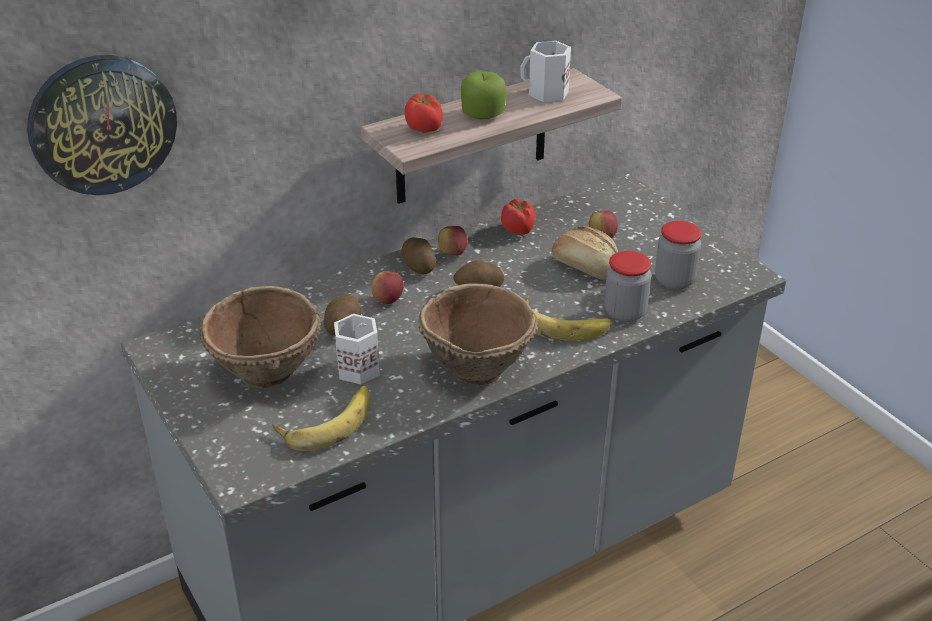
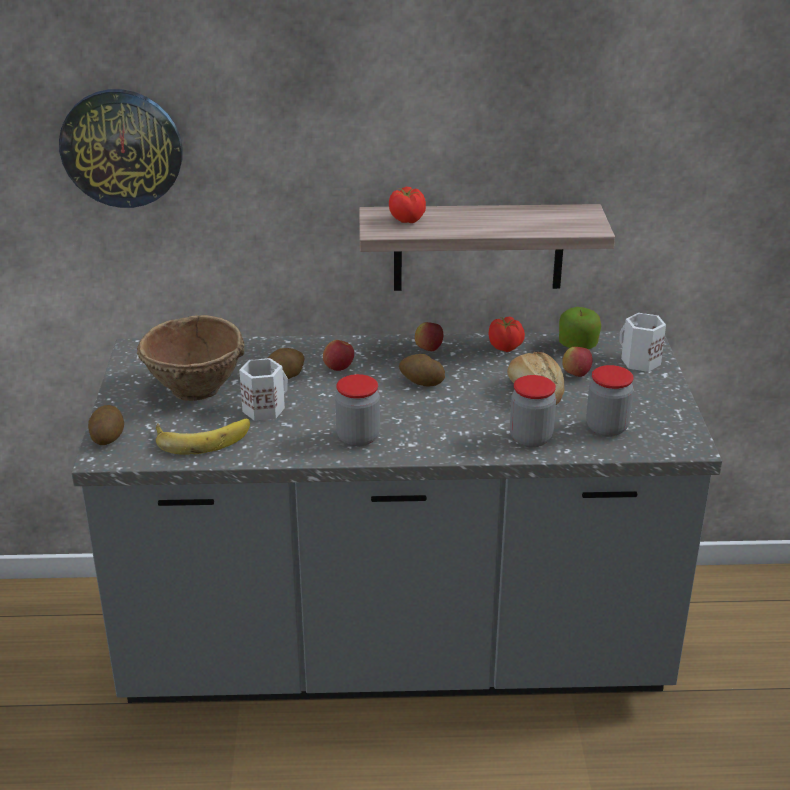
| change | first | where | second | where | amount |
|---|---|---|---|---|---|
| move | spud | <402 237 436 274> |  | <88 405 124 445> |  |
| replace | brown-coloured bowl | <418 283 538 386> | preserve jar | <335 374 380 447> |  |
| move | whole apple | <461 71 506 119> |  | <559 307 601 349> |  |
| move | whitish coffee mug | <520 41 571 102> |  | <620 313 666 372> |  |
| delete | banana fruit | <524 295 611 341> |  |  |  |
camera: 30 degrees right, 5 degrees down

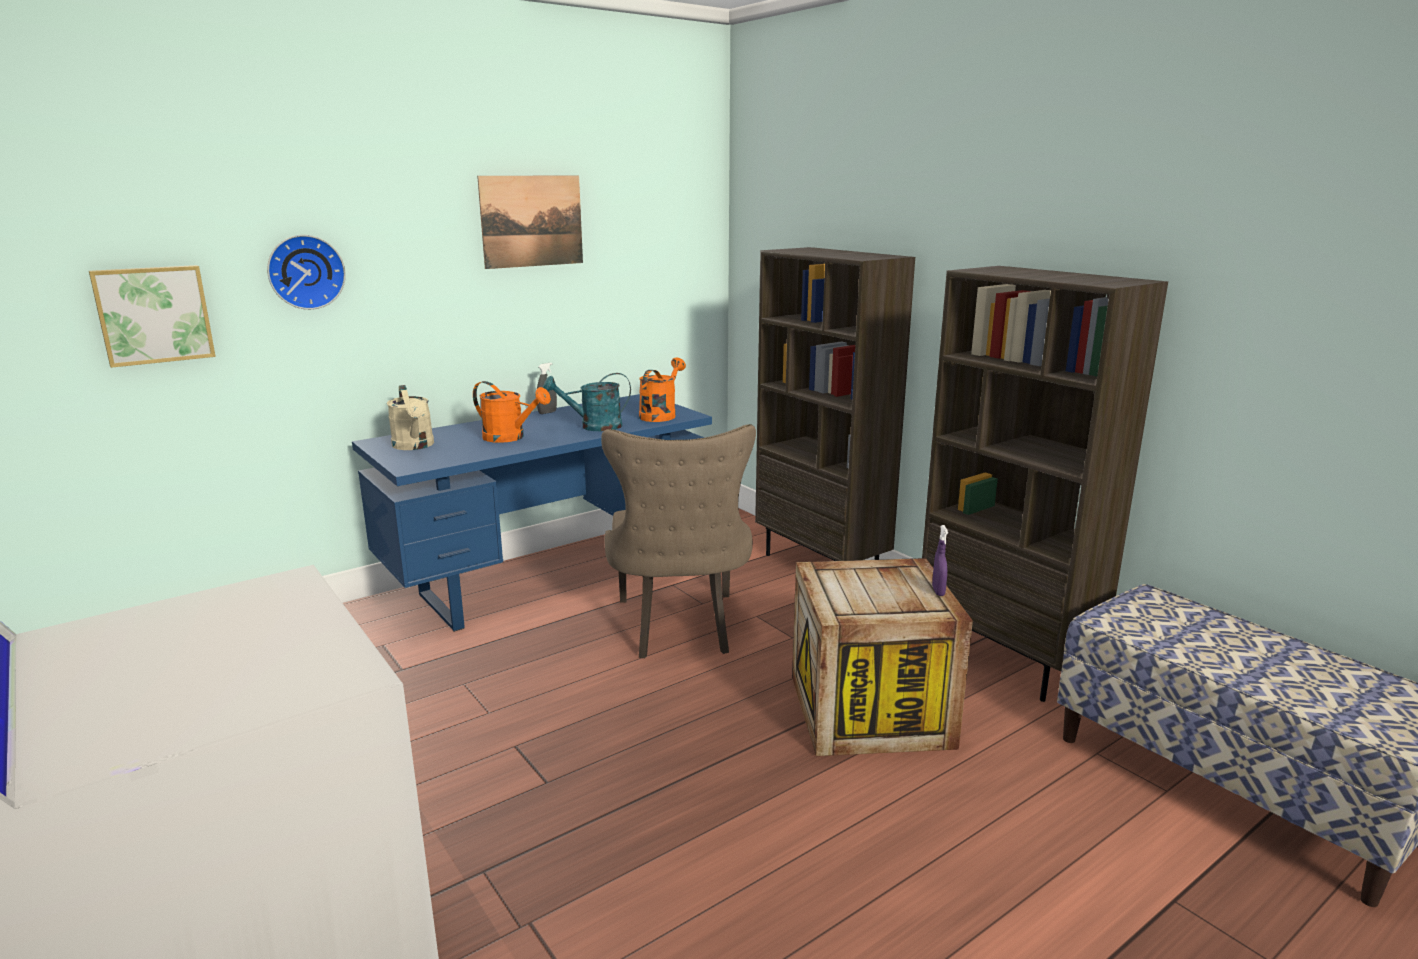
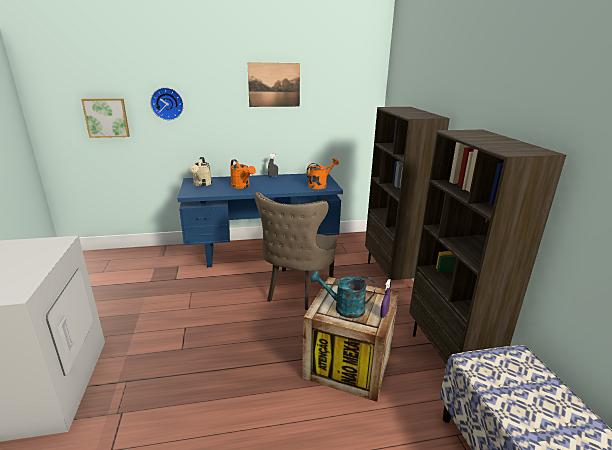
| change | first | where | second | where | amount |
|---|---|---|---|---|---|
| move | turquoise-coloured watering can | <543 373 631 431> |  | <310 270 375 319> |  |
camera: 25 degrees right, 5 degrees up

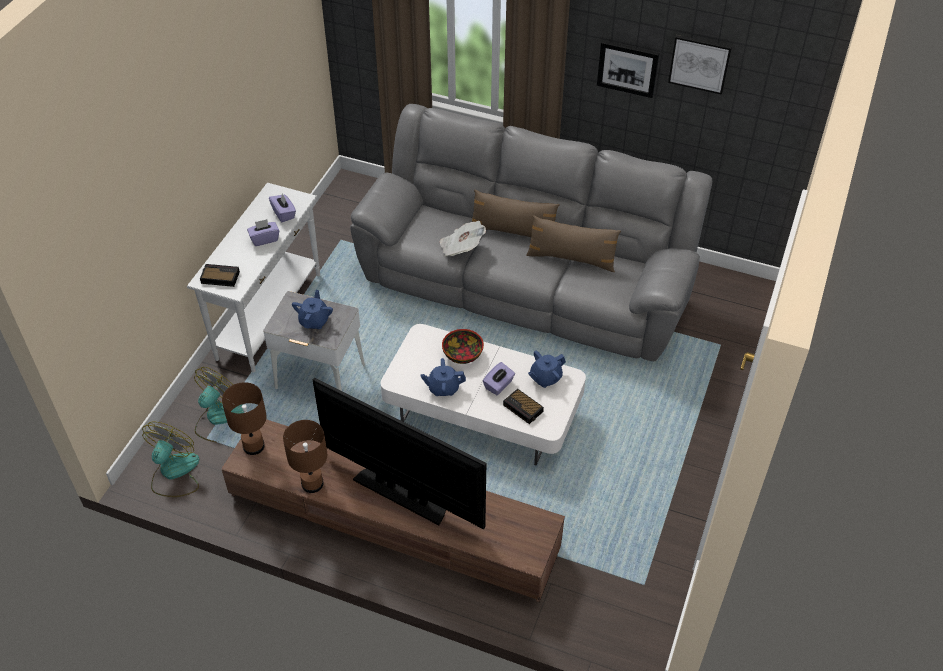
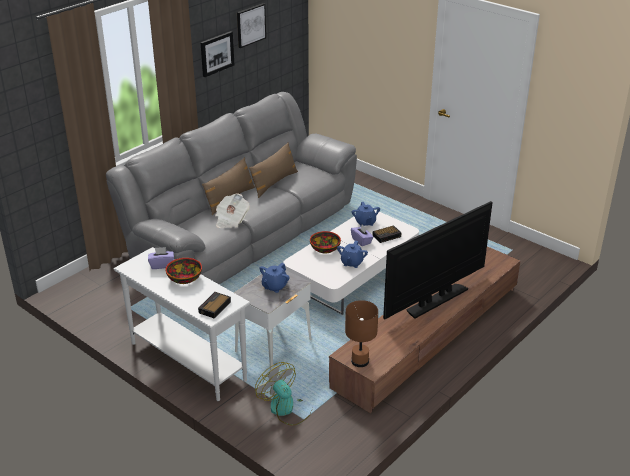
| change | first | where | second | where | amount |
|---|---|---|---|---|---|
| replace | purple box of tissues | <247 219 279 246> | bowl | <165 258 202 284> |  |
| rotate | blue-coloured pot for tea | <292 290 333 329> |  | <259 263 289 293> | 90 degrees counterclockwise |
| delete | electric fan | <142 422 200 497> |  |  |  |
| delete | brown-coloured table lamp | <283 420 327 493> |  |  |  |
camera: 70 degrees left, 15 degrees down

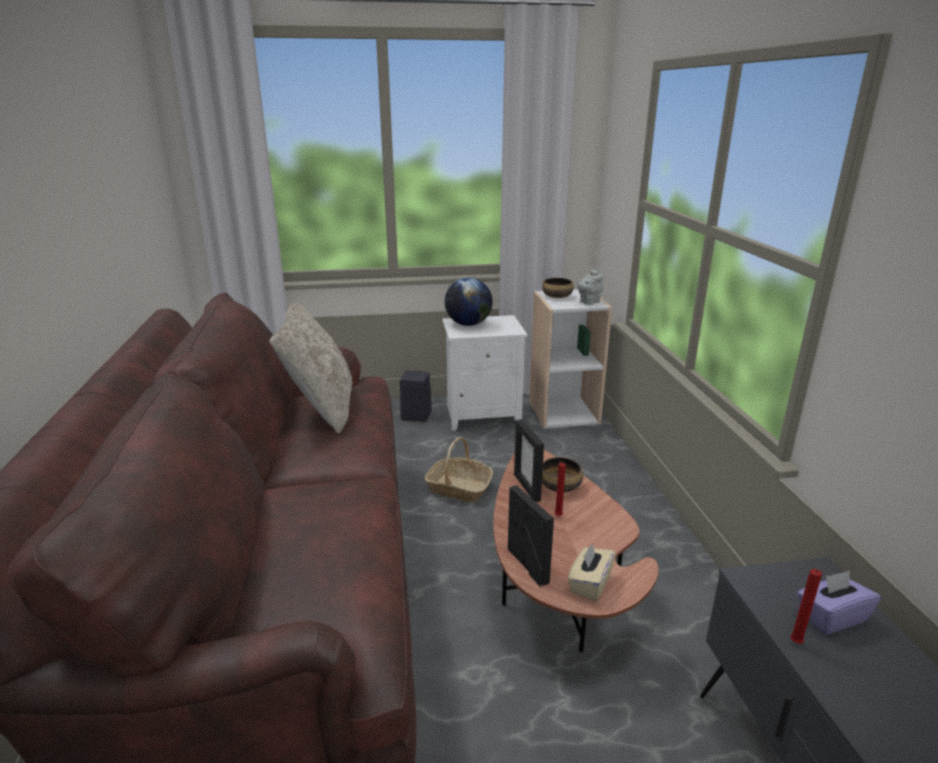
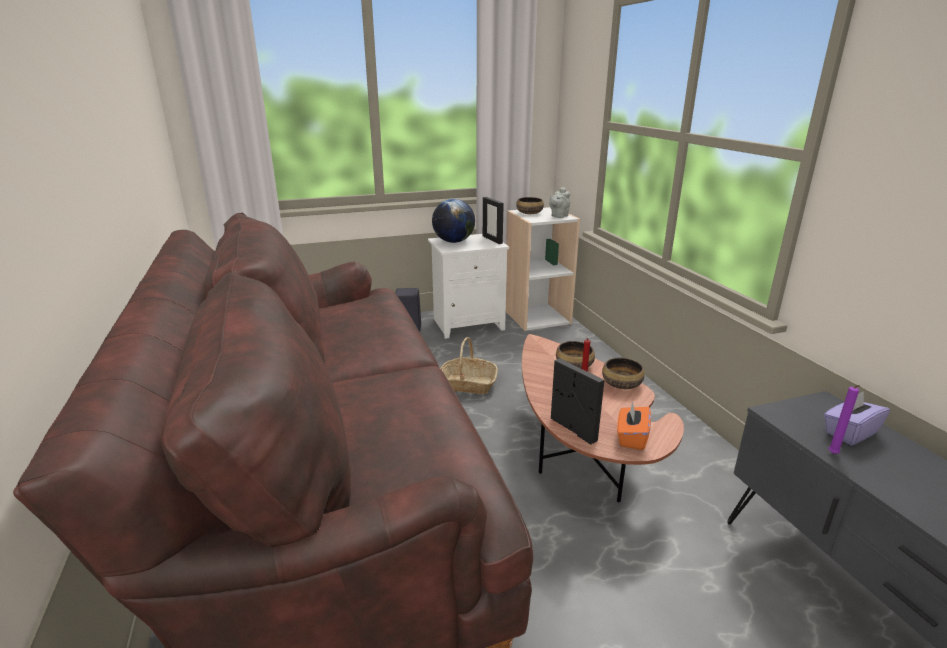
| change | first | where | second | where | amount |
|---|---|---|---|---|---|
| move | picture frame | <514 419 544 502> |  | <483 197 504 244> |  |
| insert |  |  | bowl | <602 358 645 389> |  |
| recolor | beige box of tissues | <568 543 616 601> | orangey box of tissues | <617 401 651 450> |  |
| recolor | reddish candle | <790 569 822 644> | purple candle | <828 385 860 454> |  |
| delete | beige throw pillow | <270 303 352 433> |  |  |  |
camera: 10 degrees left, 0 degrees up

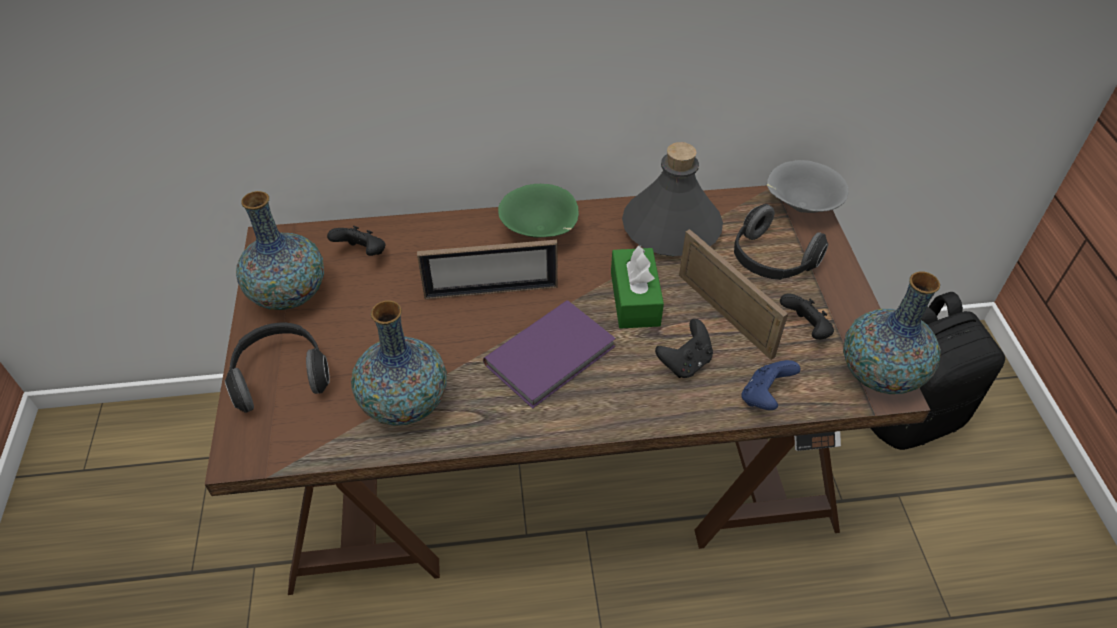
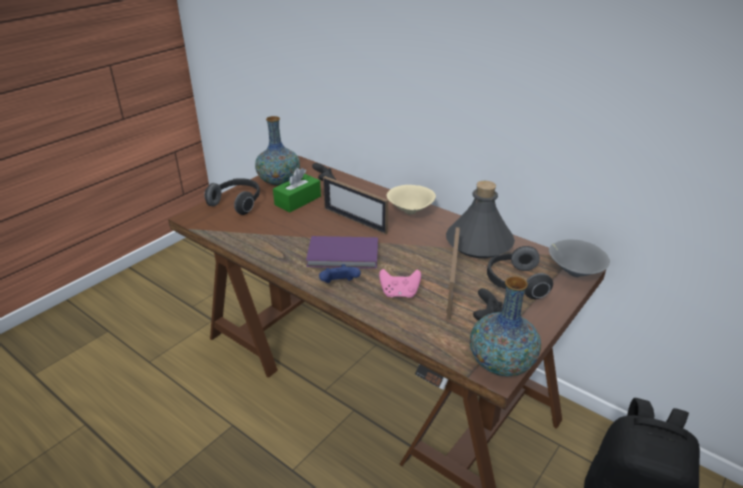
| change | first | where | second | where | amount |
|---|---|---|---|---|---|
| move | green box of tissues | <611 245 664 329> |  | <273 168 321 212> |  |
| move | blue-coloured gamepad | <741 360 801 410> |  | <319 264 361 283> |  |
| recolor | black gamepad | <655 319 713 378> | pink-coloured gamepad | <379 269 421 298> |  |
| recolor | green bowl | <498 184 579 238> | beige bowl | <387 185 436 215> |  |
| delete | decorative vase | <351 300 447 426> |  |  |  |
camera: 45 degrees right, 15 degrees down

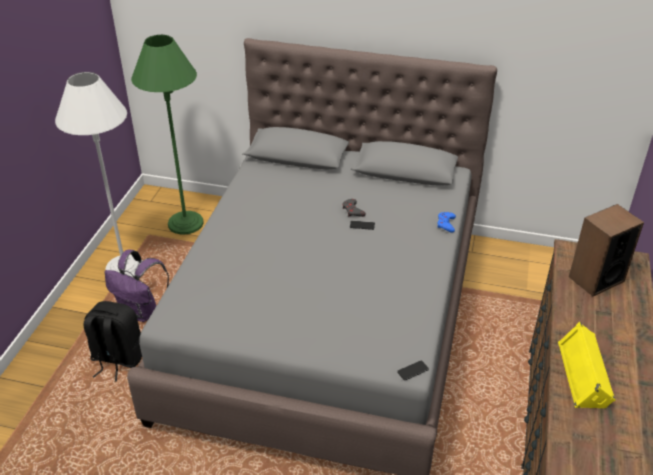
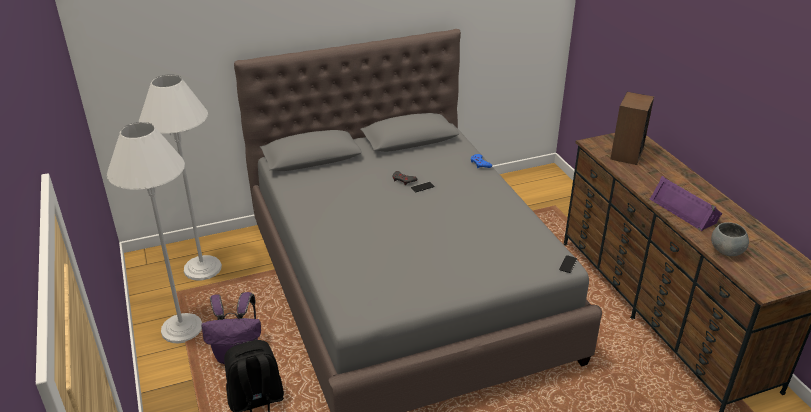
| change | first | where | second | where | amount |
|---|---|---|---|---|---|
| recolor | green floor lamp | <131 35 204 235> | whitish floor lamp | <139 74 222 281> |  |
| recolor | yellow audio speaker | <558 322 616 408> | purple audio speaker | <649 176 722 231> |  |
| insert |  |  | gray bowl | <711 222 749 256> |  |
camera: 35 degrees left, 5 degrees down

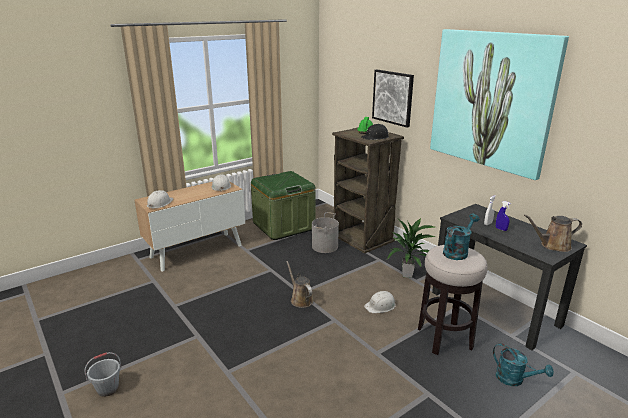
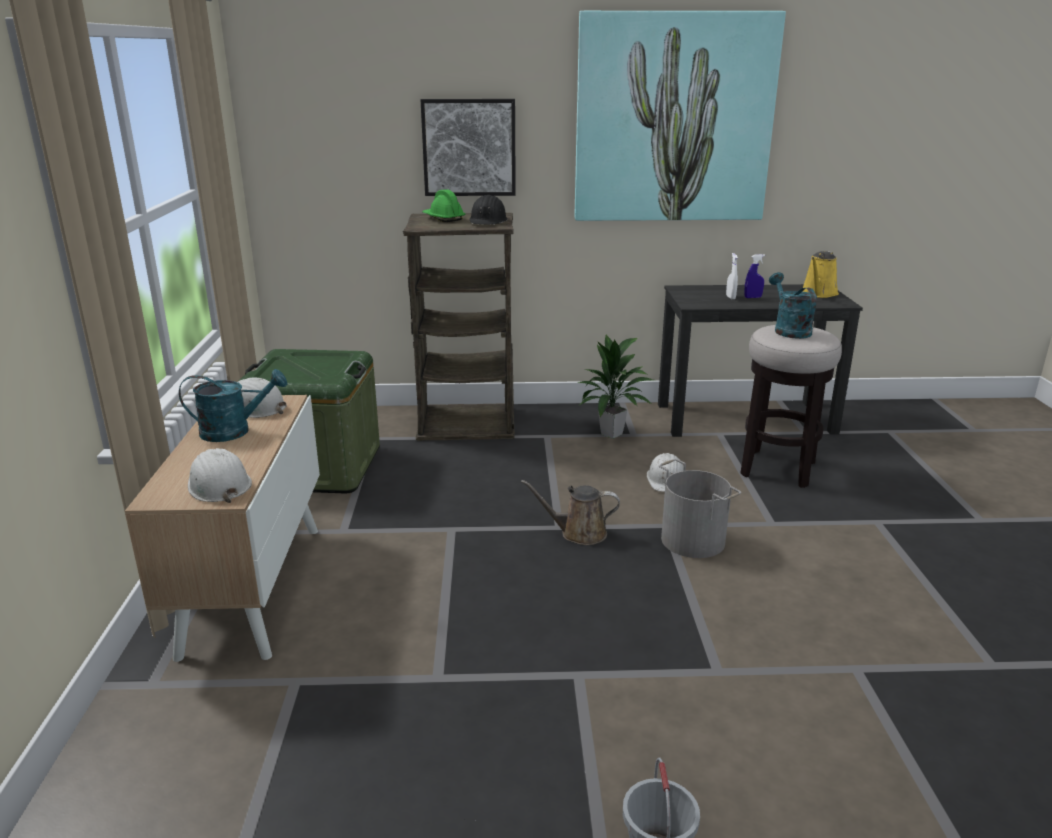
| change | first | where | second | where | amount |
|---|---|---|---|---|---|
| move | turquoise-coloured watering can | <493 343 554 386> |  | <179 369 287 442> |  |
| move | gray pail | <312 212 339 253> |  | <658 459 741 558> |  |
| recolor | brown-coloured watering can | <524 215 582 252> | yellow watering can | <802 251 839 298> |  |
camera: 55 degrees left, 0 degrees up

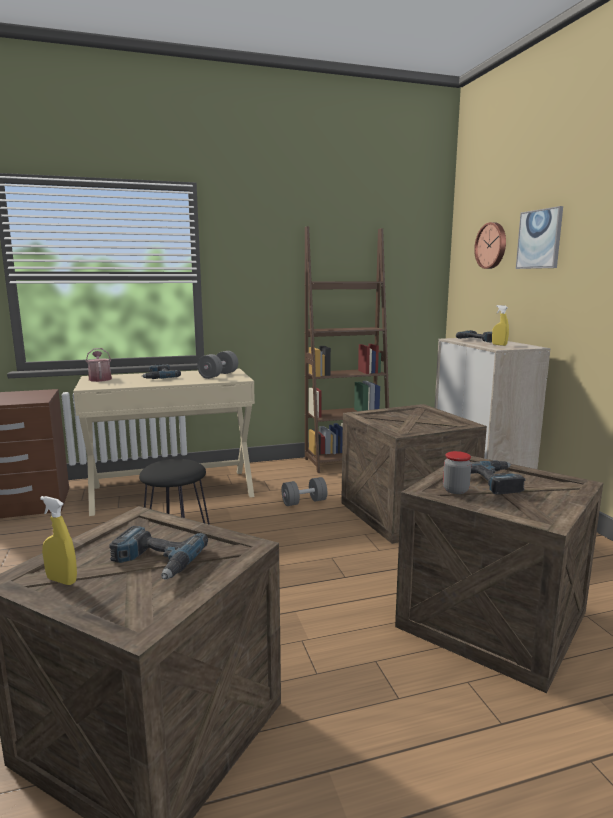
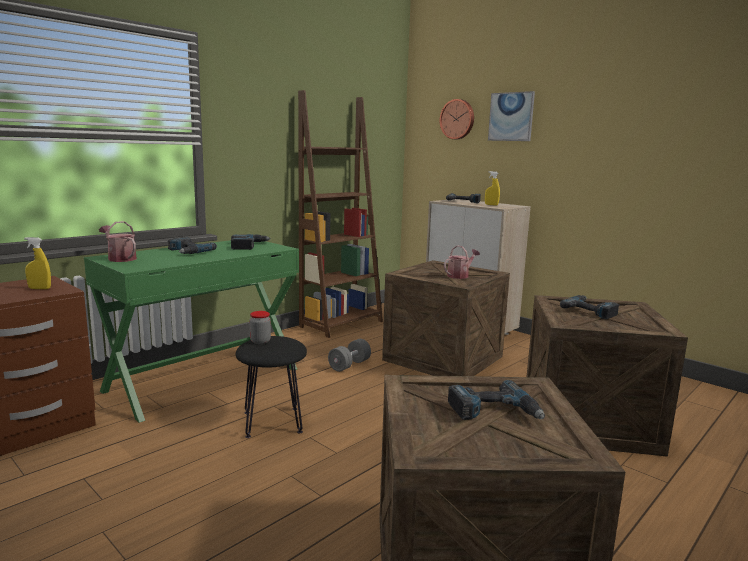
| change | first | where | second | where | amount |
|---|---|---|---|---|---|
| move | yellow sprayer | <40 496 77 585> |  | <24 237 51 289> |  |
| recolor | beige desk unit | <73 369 255 516> | green desk unit | <84 240 299 423> |  |
| replace | gray dumbbell | <197 351 238 379> | drill | <231 234 271 250> |  |
| move | preserve jar | <443 451 471 494> |  | <250 311 271 344> |  |
| insert |  |  | watering can | <444 245 480 279> |  |
camera: 30 degrees left, 0 degrees up

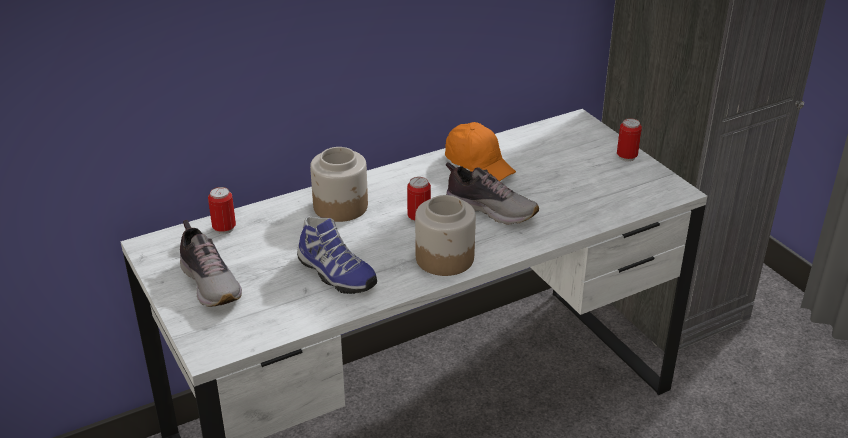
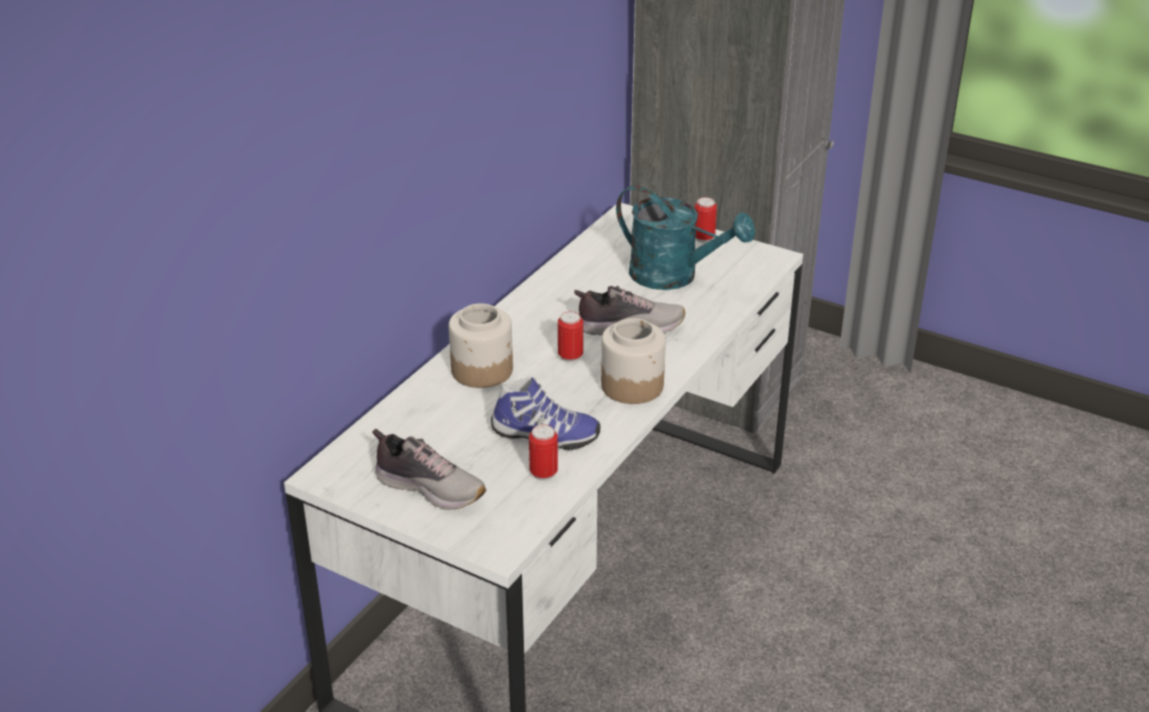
| change | first | where | second | where | amount |
|---|---|---|---|---|---|
| move | sealed can | <208 187 236 234> |  | <529 425 558 481> |  |
| insert |  |  | turquoise-coloured watering can | <616 185 755 290> |  |
| delete | orangey baseball cap | <445 122 516 181> |  |  |  |
camera: 30 degrees left, 0 degrees up

